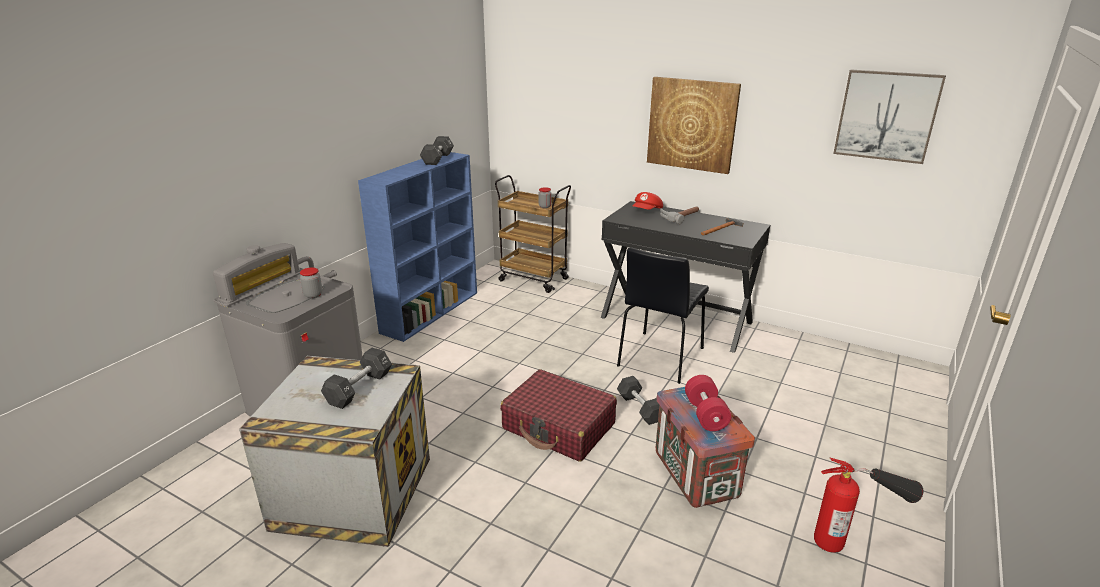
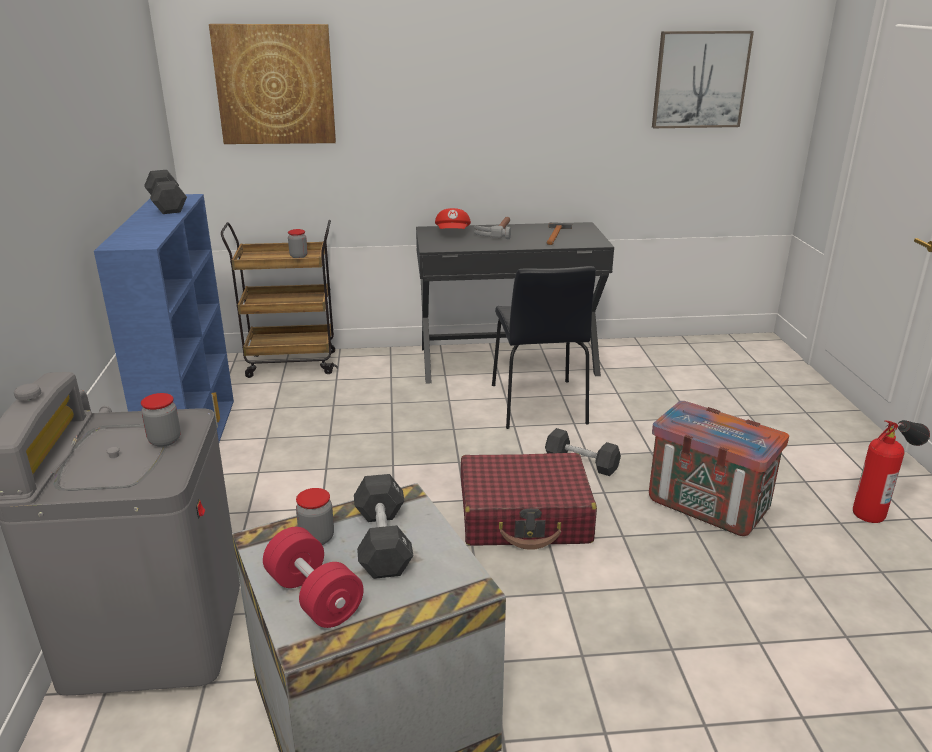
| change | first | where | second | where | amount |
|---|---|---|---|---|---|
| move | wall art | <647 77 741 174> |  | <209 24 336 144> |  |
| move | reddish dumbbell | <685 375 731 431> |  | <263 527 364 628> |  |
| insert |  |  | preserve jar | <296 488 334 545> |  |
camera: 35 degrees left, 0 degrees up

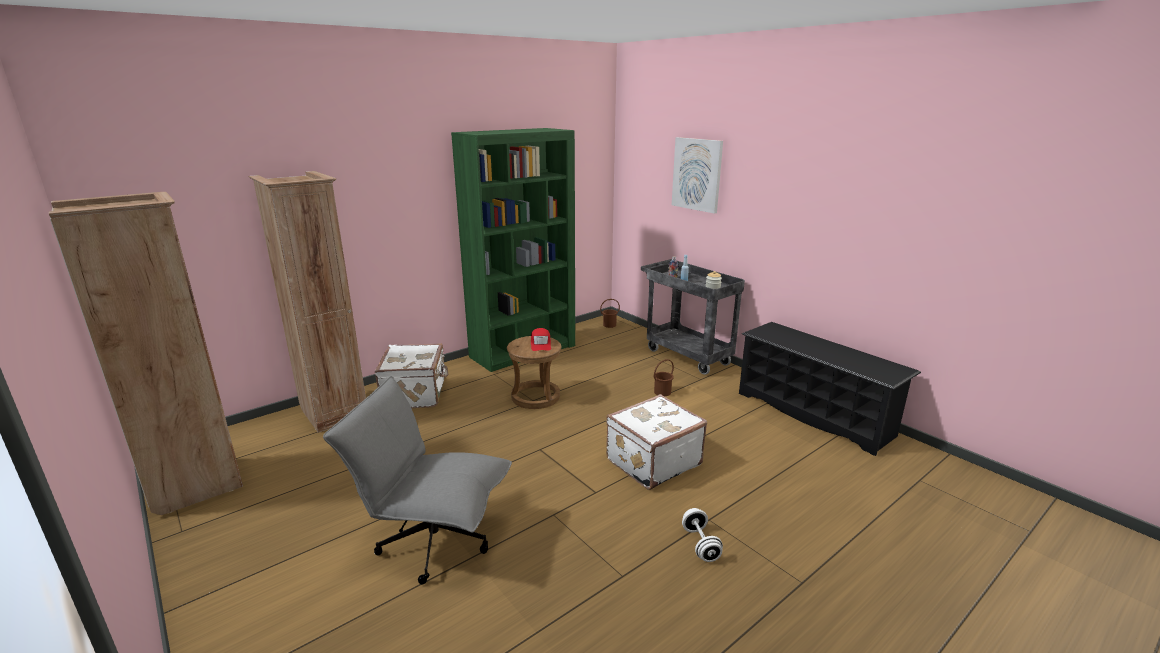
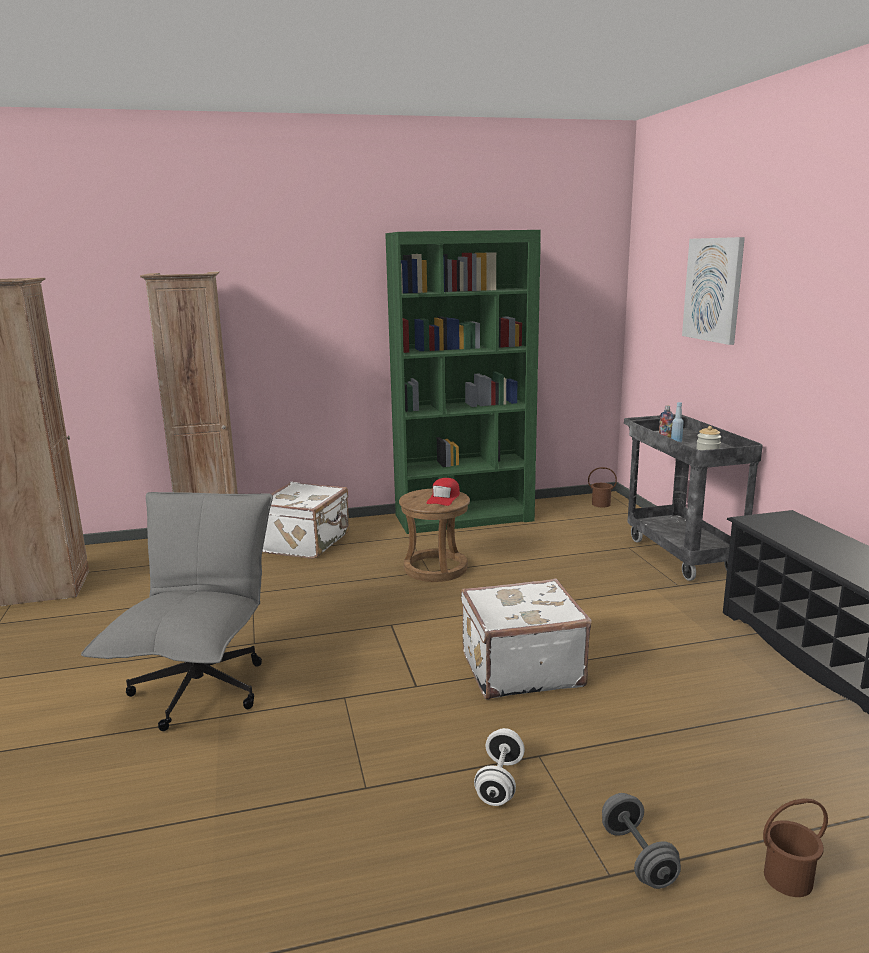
| change | first | where | second | where | amount |
|---|---|---|---|---|---|
| rotate | gray office chair | <323 376 512 585> |  | <81 492 273 731> | 60 degrees clockwise |
| insert |  |  | gray dumbbell | <602 793 681 889> |  |
| move | brown-coloured pail | <654 359 674 396> |  | <763 798 828 897> |  |
camera: 25 degrees right, 5 degrees down

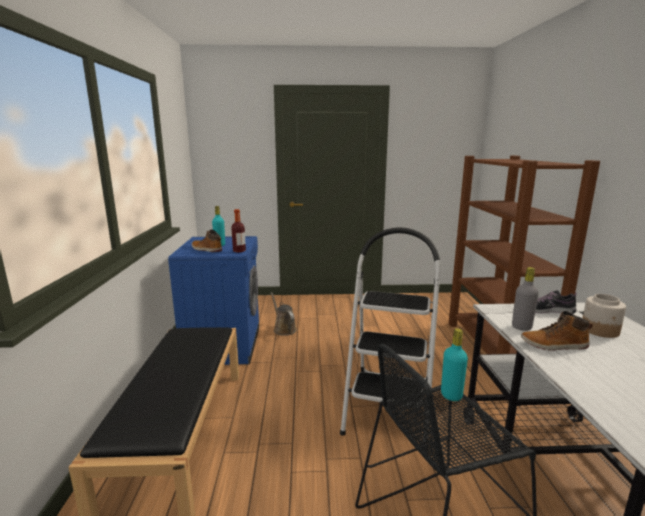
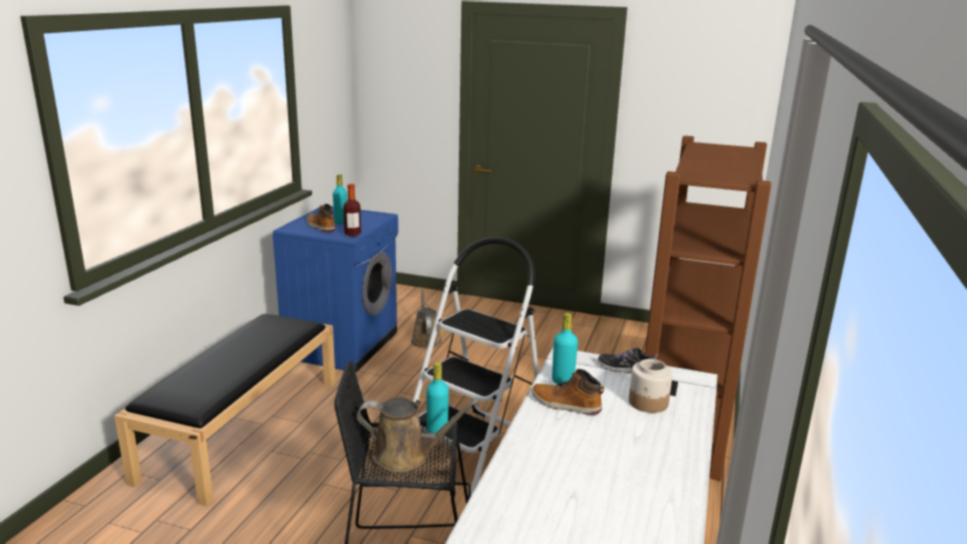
| change | first | where | second | where | amount |
|---|---|---|---|---|---|
| insert |  |  | brown-coloured watering can | <357 397 480 472> |  |
| recolor | gray bottle | <512 267 539 331> | turquoise-coloured bottle | <552 313 578 384> |  |
camera: 20 degrees right, 5 degrees up

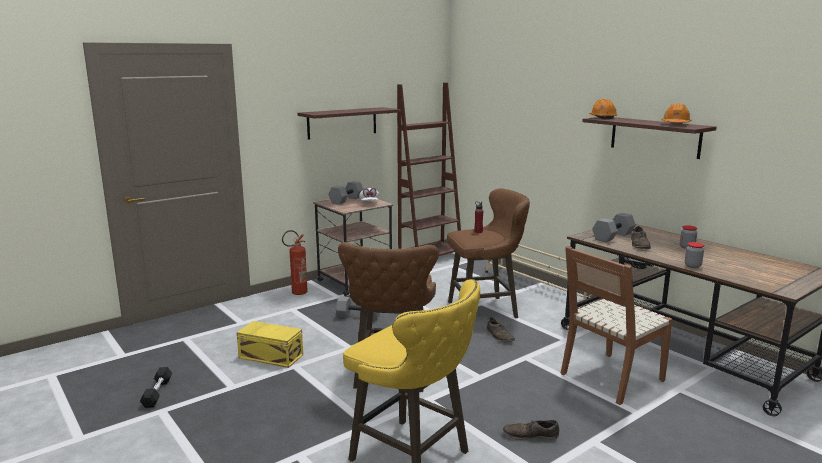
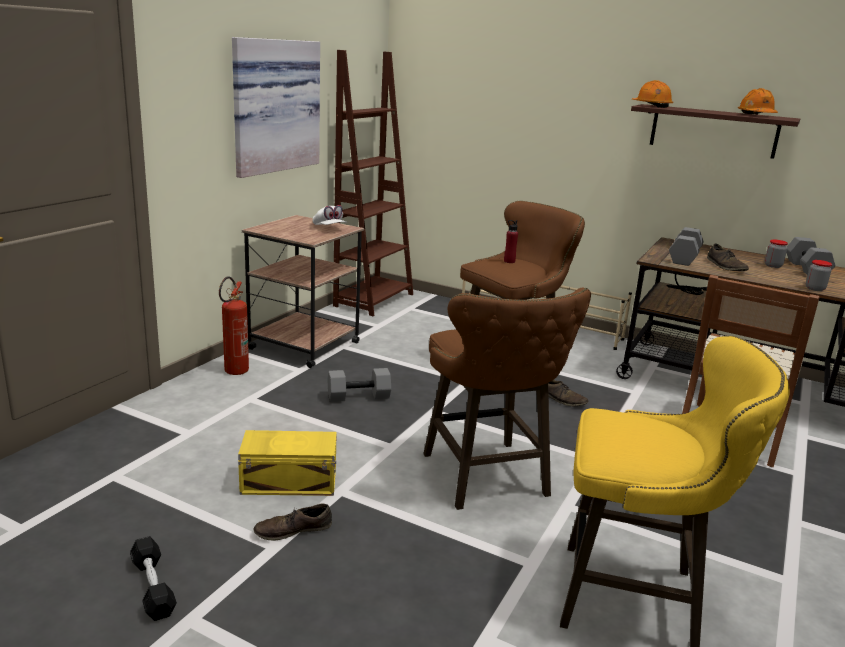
| change | first | where | second | where | amount |
|---|---|---|---|---|---|
| replace | bracket shelf | <297 107 401 140> | wall art | <232 37 320 178> |  |
| move | brown-coloured item of footwear | <503 419 559 440> |  | <253 504 332 541> |  |
| move | gray dumbbell | <328 181 363 204> |  | <787 237 835 275> |  |
camera: 25 degrees left, 5 degrees up

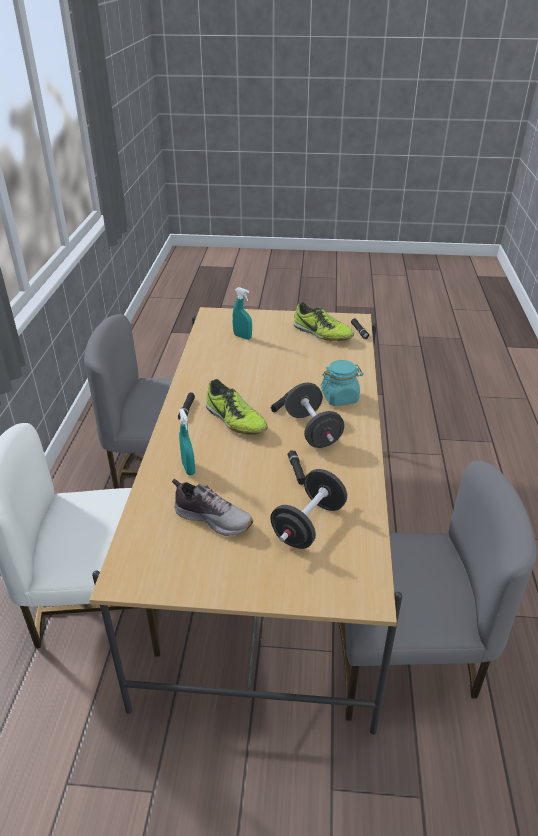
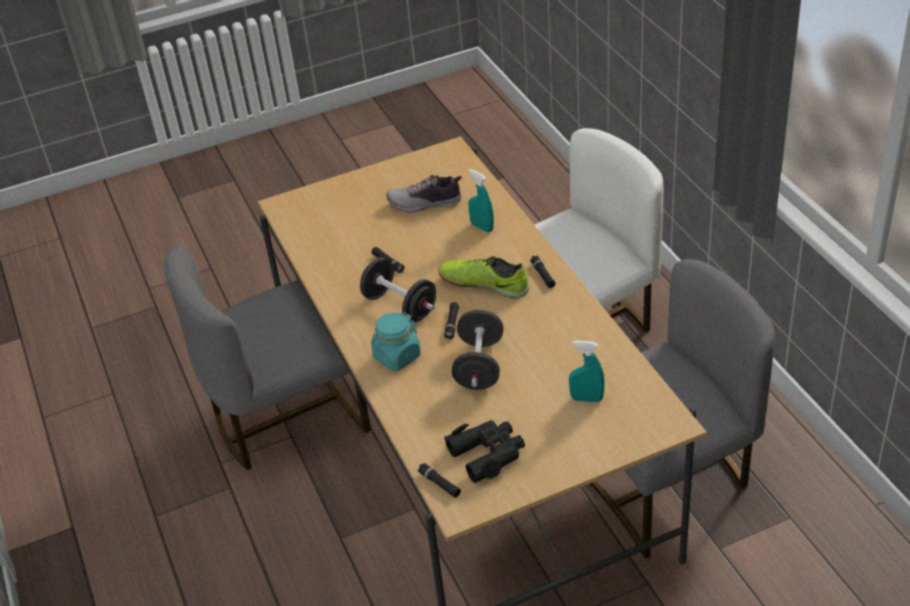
| change | first | where | second | where | amount |
|---|---|---|---|---|---|
| replace | item of footwear | <294 302 354 341> | black binoculars | <444 420 525 483> |  |
| move | black dumbbell | <270 469 347 549> |  | <452 310 503 390> |  |
camera: 155 degrees right, 5 degrees up

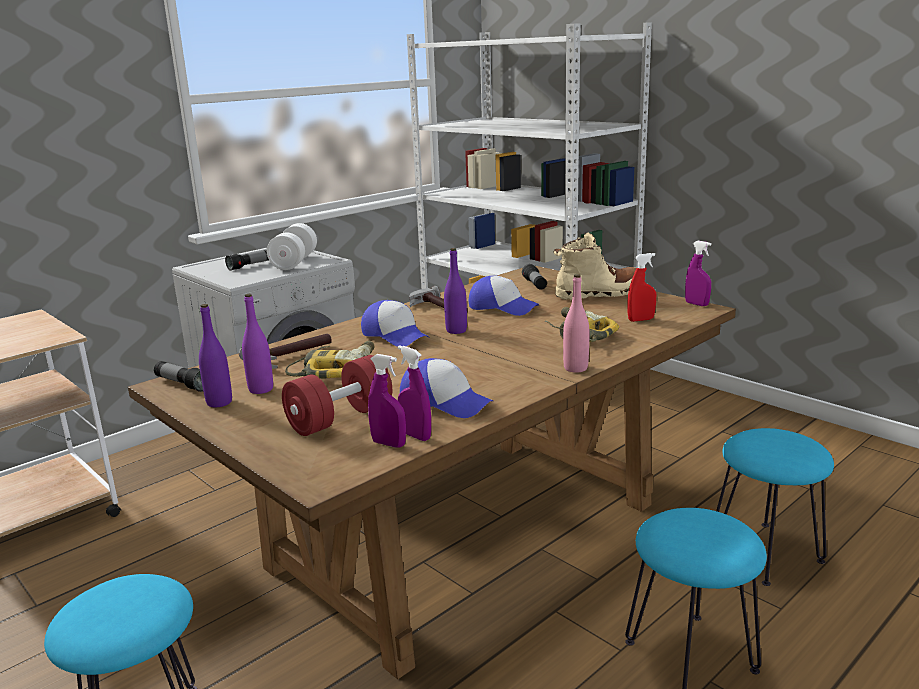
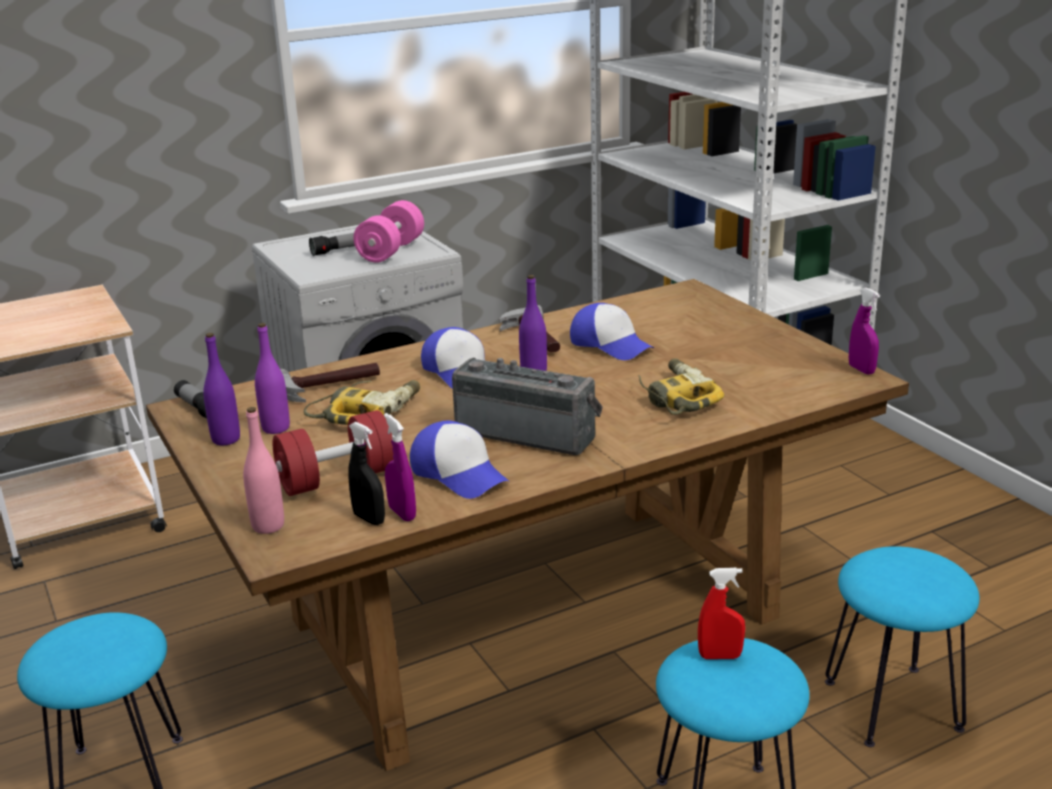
| change | first | where | second | where | amount |
|---|---|---|---|---|---|
| move | pink-coloured bottle | <563 274 589 373> |  | <243 407 284 534> |  |
| recolor | purple sprayer | <368 354 406 447> | black sprayer | <348 422 385 525> |  |
| recolor | whitish dumbbell | <267 223 317 270> | pink-coloured dumbbell | <354 200 424 263> |  |
| insert |  |  | radio | <452 358 603 455> |  |
| move | reddish sprayer | <628 253 656 322> |  | <698 568 745 659> |  |
| delete | flashlight | <522 264 547 290> |  |  |  |
| delete | beige high-top boot | <553 232 636 300> |  |  |  |
camera: 15 degrees right, 5 degrees up

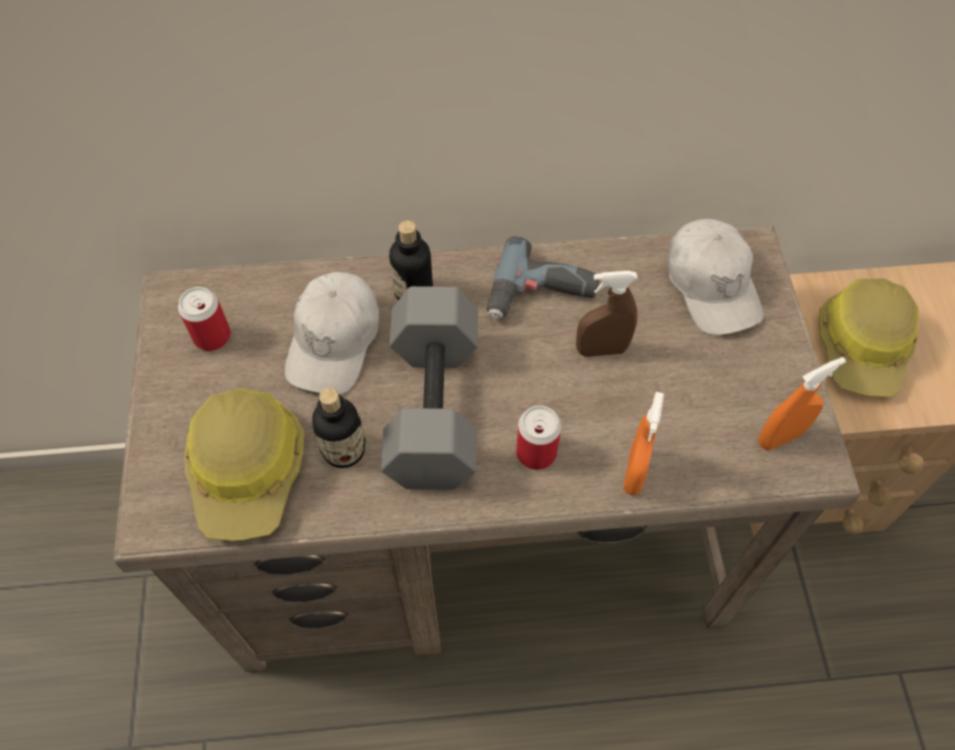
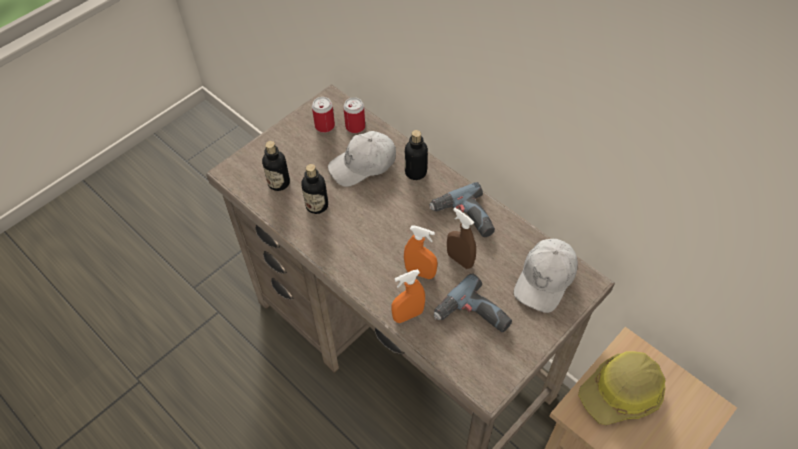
| change | first | where | second | where | amount |
|---|---|---|---|---|---|
| replace | work helmet | <185 388 305 541> | bottle | <262 141 290 191> |  |
| move | sealed can | <516 405 561 470> |  | <343 97 365 133> |  |
| move | orangey sprayer | <758 357 846 451> |  | <404 226 438 279> |  |
| insert |  |  | drill | <434 273 512 332> |  |
| delete | gray dumbbell | <381 286 478 490> |  |  |  |
camera: 50 degrees right, 5 degrees down

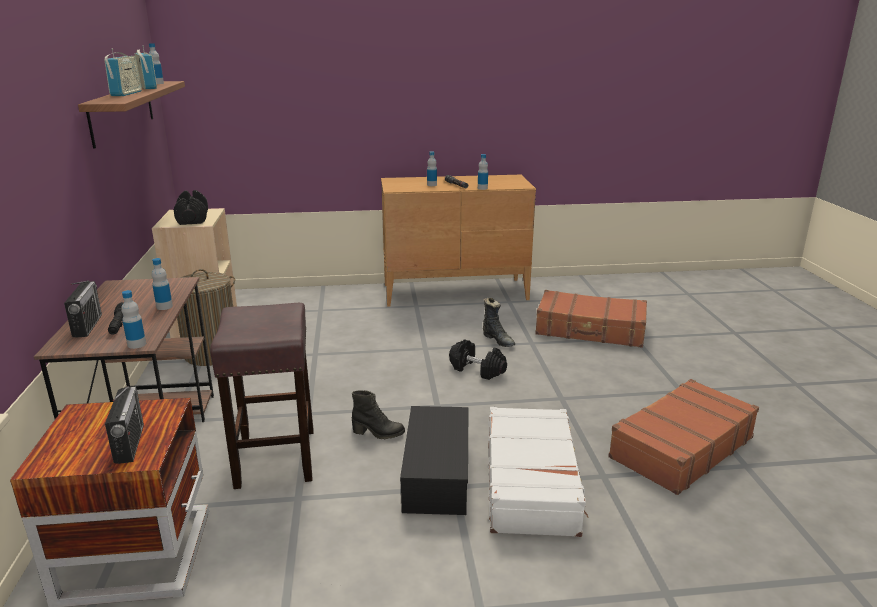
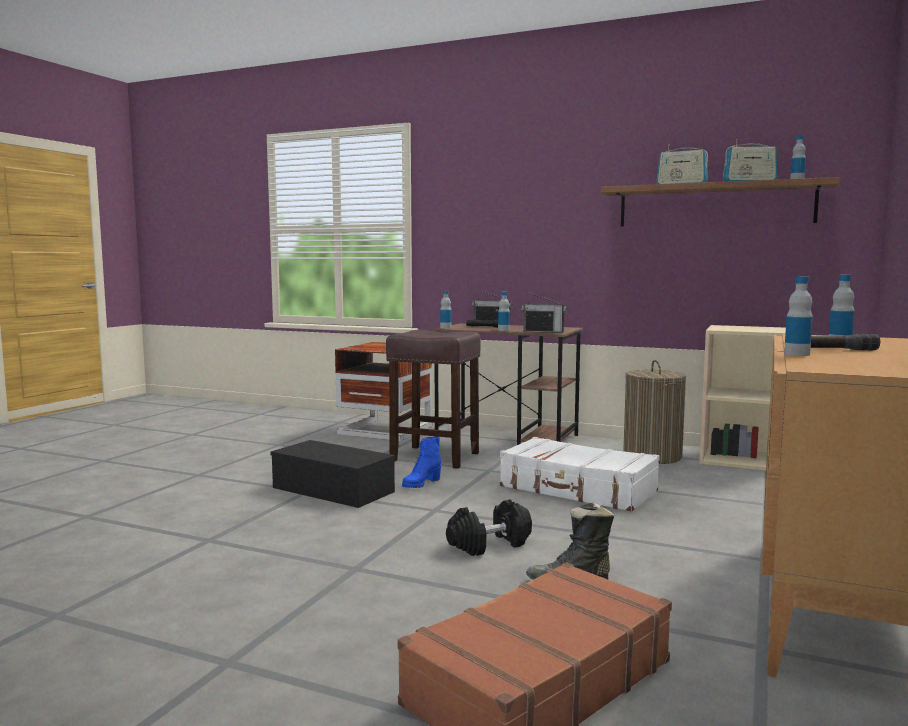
| change | first | where | second | where | amount |
|---|---|---|---|---|---|
| recolor | black high-top boot | <352 390 405 439> | blue-coloured high-top boot | <402 437 441 488> |  |
| move | whitish suitcase | <488 407 589 537> |  | <500 437 660 512> |  |
| move | radio | <105 386 144 464> |  | <521 293 567 333> |  |
| delete | black dumbbell | <174 190 208 225> |  |  |  |
| delete | brown-coloured suitcase | <608 379 759 495> |  |  |  |
camera: 120 degrees right, 15 degrees down

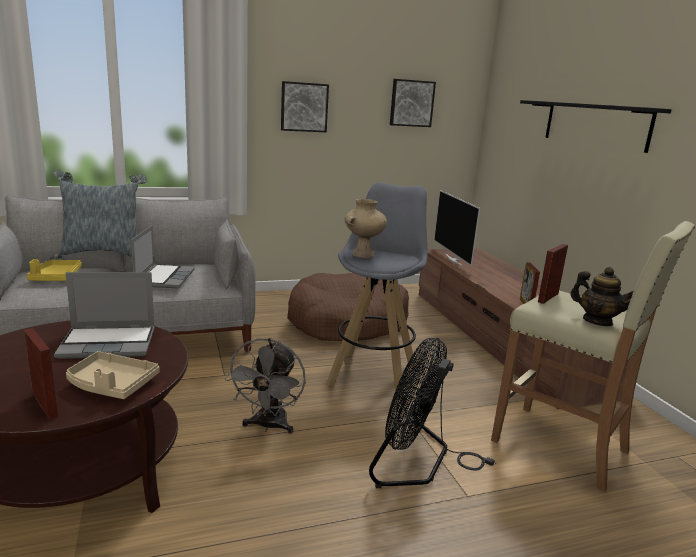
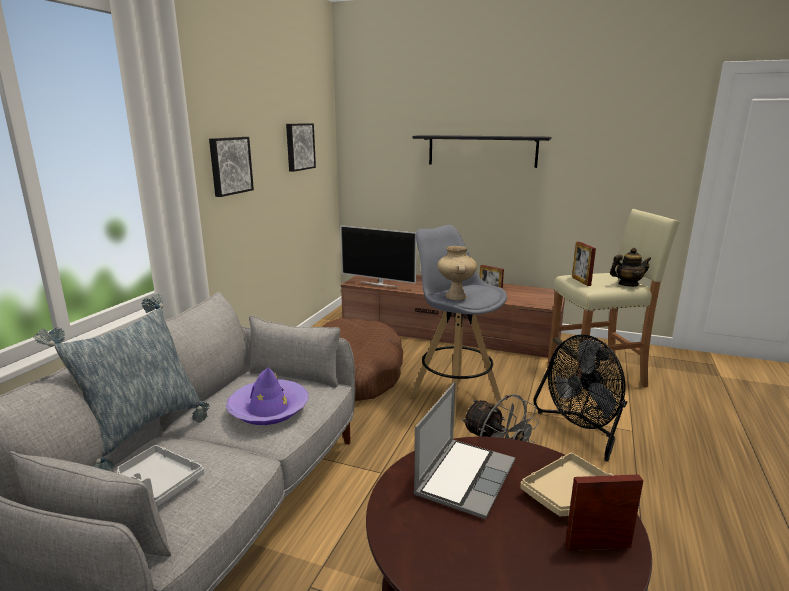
| change | first | where | second | where | amount |
|---|---|---|---|---|---|
| recolor | yellow carrying tray | <27 259 82 281> | gray carrying tray | <117 445 204 507> |  |
| replace | laptop | <131 225 195 289> | purple wearable hat | <226 367 308 425> |  |
camera: 50 degrees left, 0 degrees up

